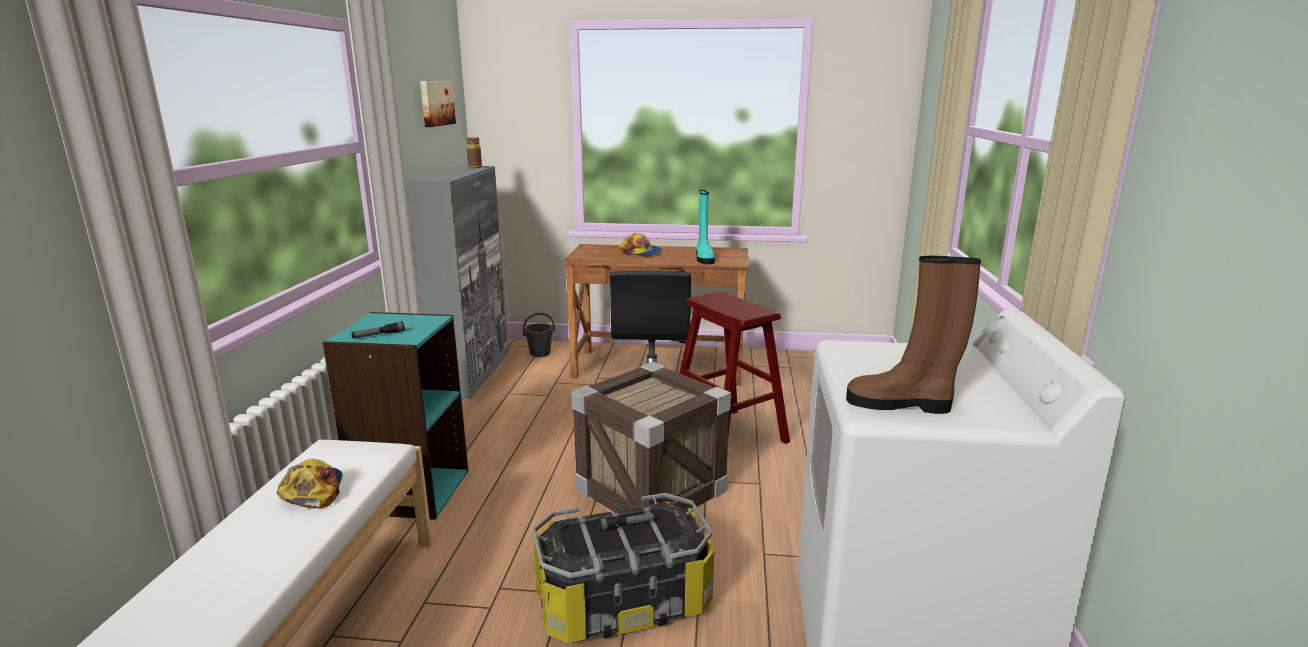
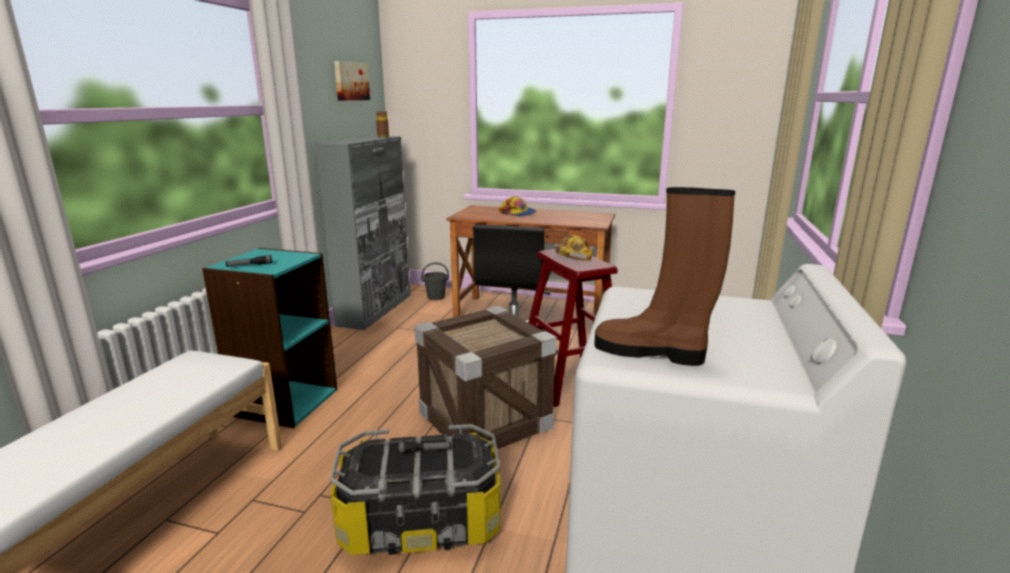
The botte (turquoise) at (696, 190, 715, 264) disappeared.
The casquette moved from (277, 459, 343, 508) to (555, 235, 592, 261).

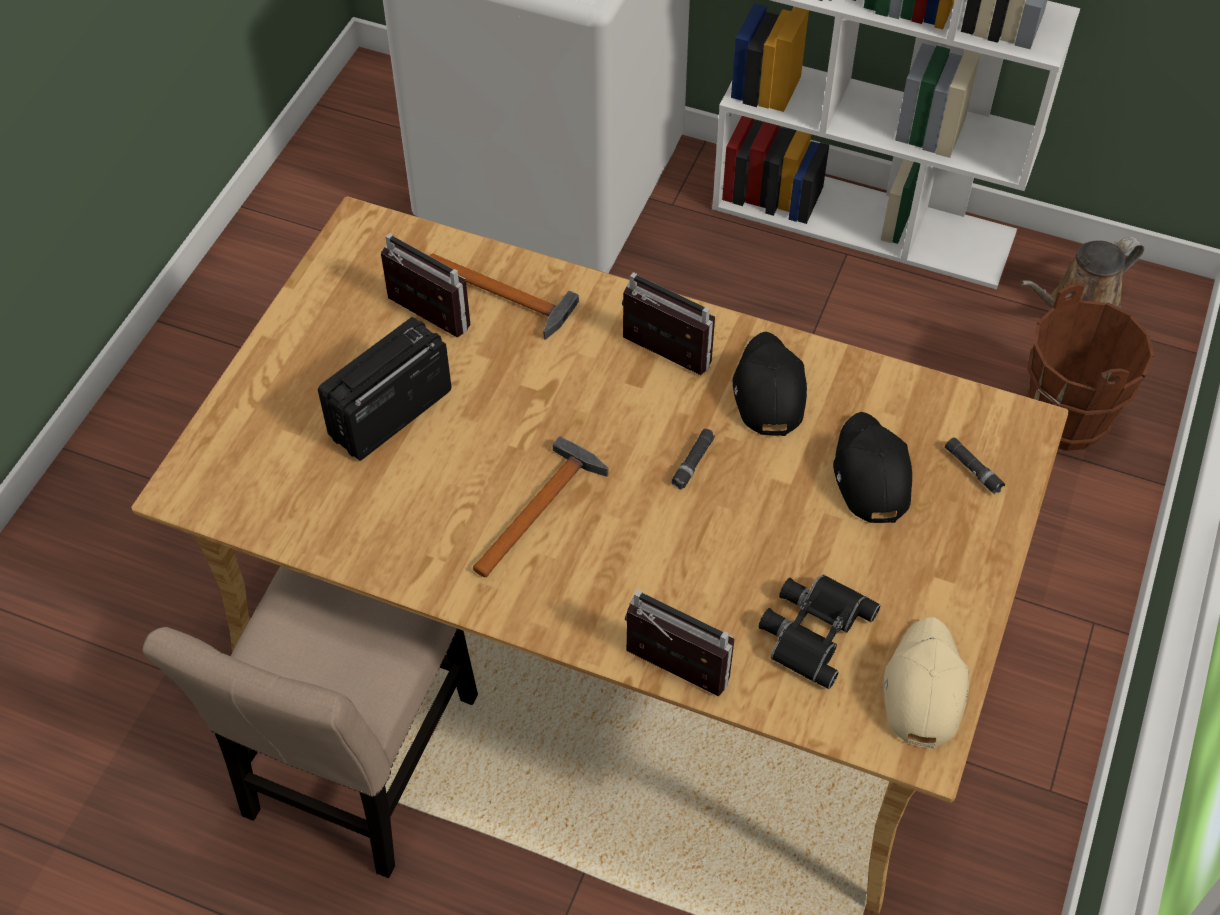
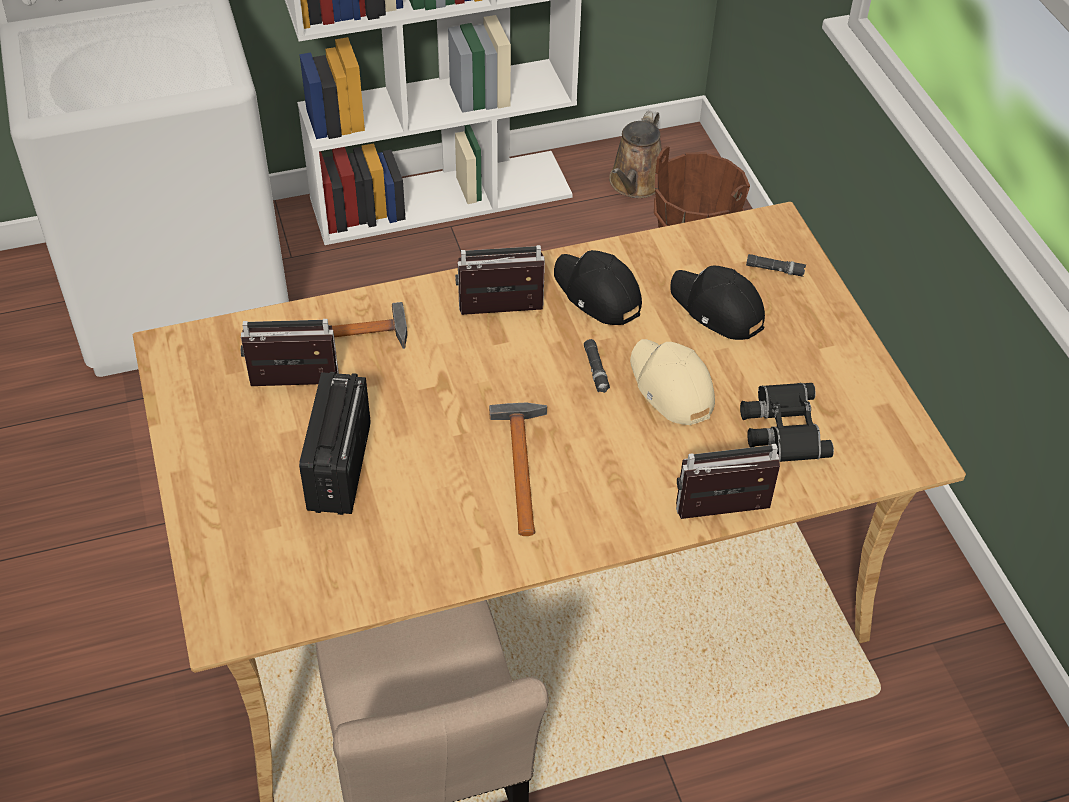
The casquette (beige) moved from (884, 617, 969, 749) to (630, 339, 715, 425).

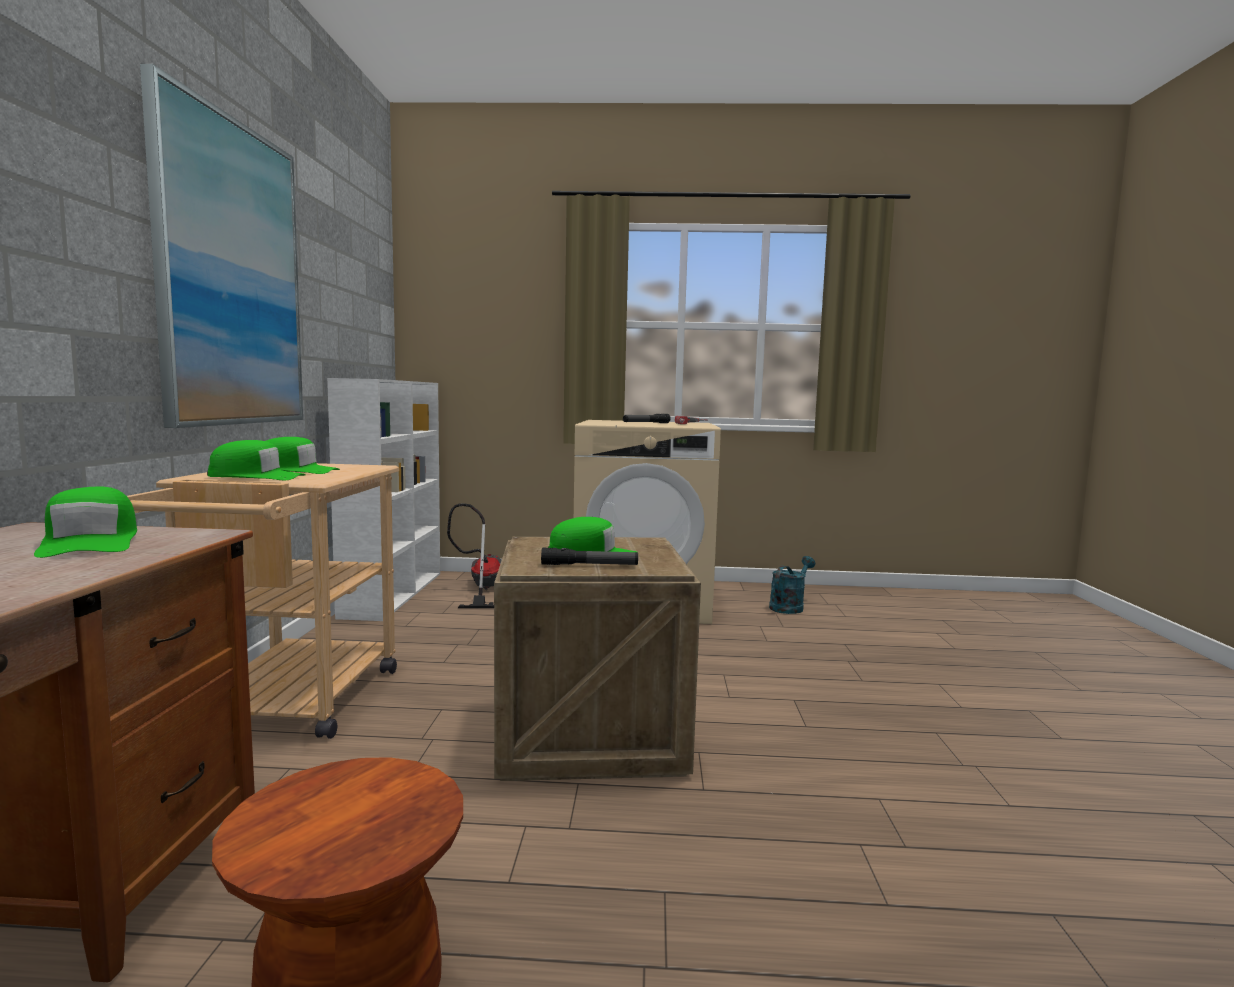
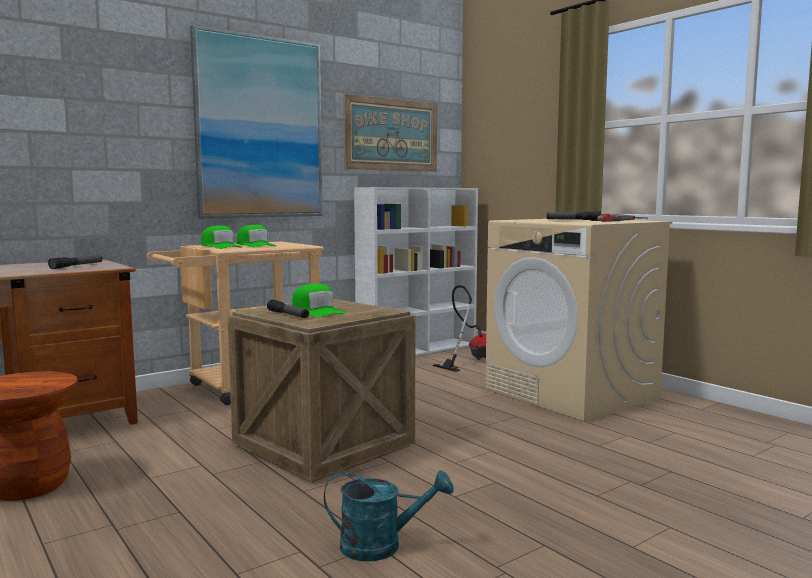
The tableau at (343, 94, 437, 172) appeared.
The arrosoir (turquoise) moved from (769, 556, 815, 614) to (324, 470, 454, 561).
The casquette (vert) at (34, 487, 137, 558) was replaced by the lampe de poche at (48, 255, 102, 269).

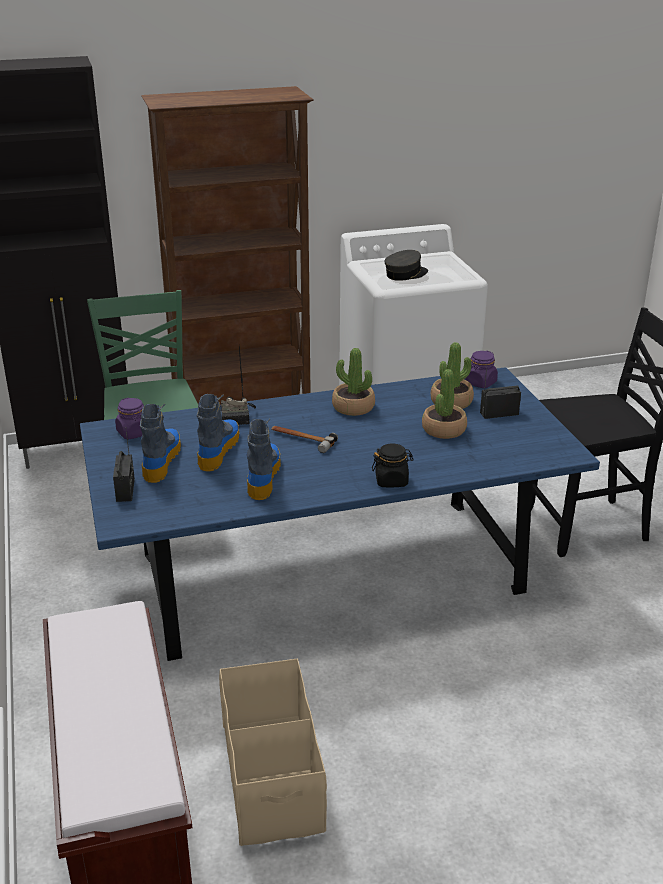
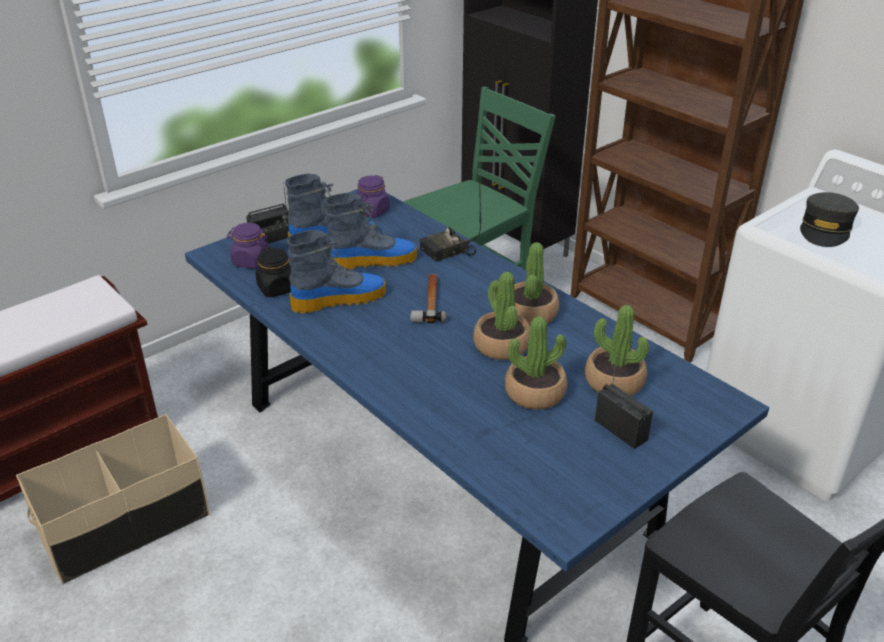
The plante en pot at (473, 272, 530, 360) appeared.
The bocal (noir) moved from (372, 444, 414, 487) to (256, 247, 291, 297).
The bocal (violet) moved from (465, 351, 498, 388) to (227, 223, 270, 269).
The casquette (gris) at (384, 250, 428, 281) turned 90 degrees clockwise.

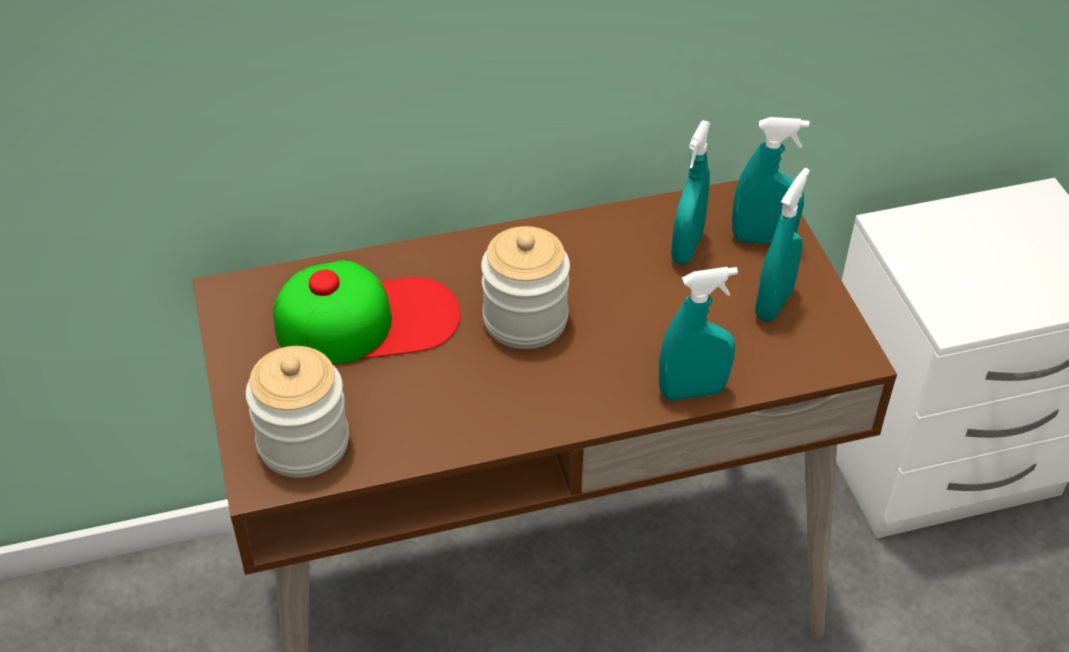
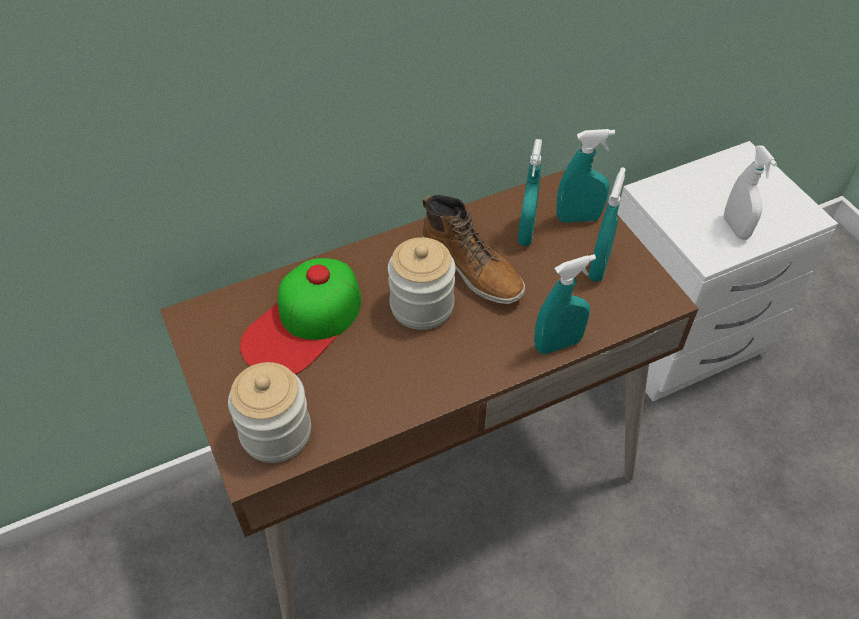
The botte at (422, 195, 525, 304) appeared.
The vaporisateur (blanc) at (724, 145, 777, 240) appeared.
The casquette at (273, 260, 460, 364) turned 150 degrees clockwise.

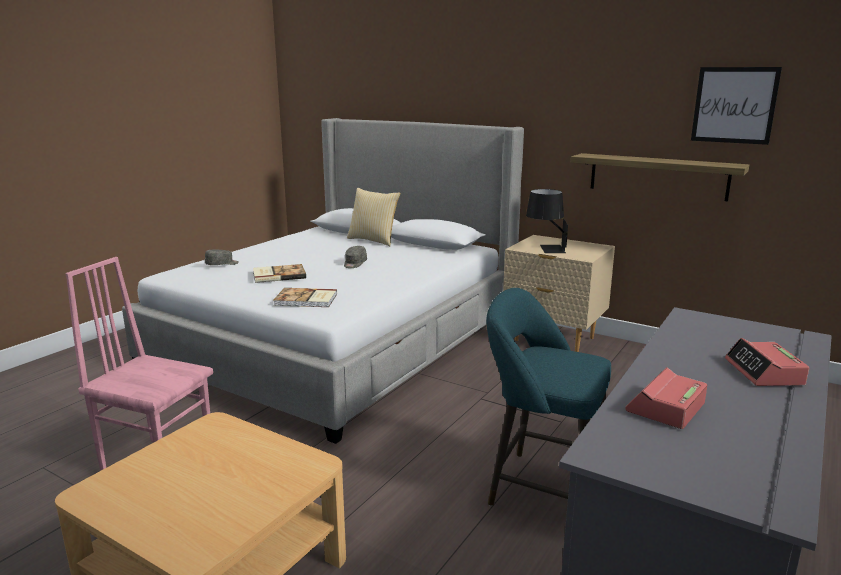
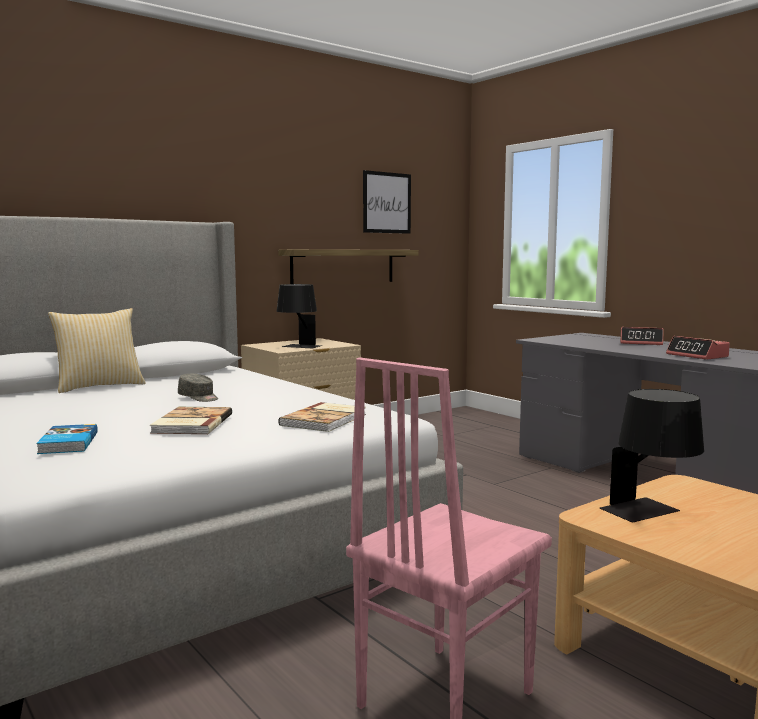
The tabouret (turquoise) at (486, 288, 611, 506) disappeared.
The lampe de table (noir) at (600, 389, 704, 522) appeared.
The casquette (gris) at (205, 250, 239, 265) was replaced by the livre at (36, 424, 98, 454).

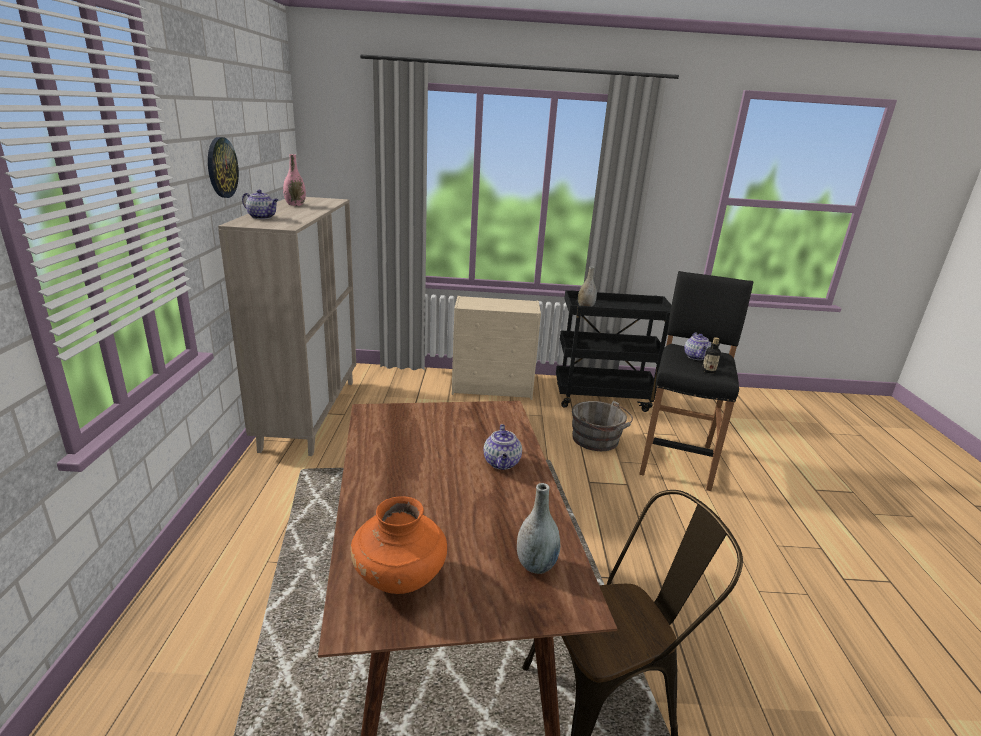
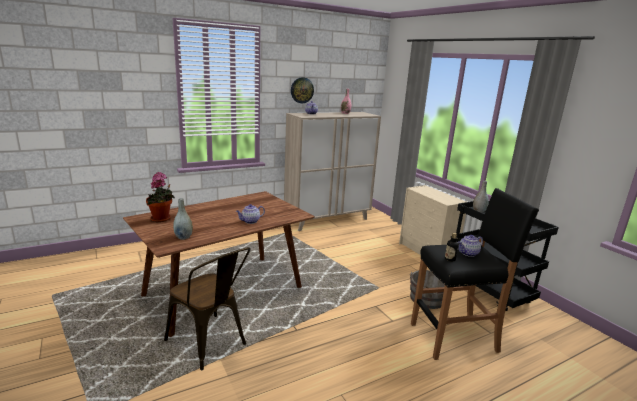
The vase (orange) at (351, 496, 447, 594) was replaced by the plante en pot at (146, 172, 175, 222).

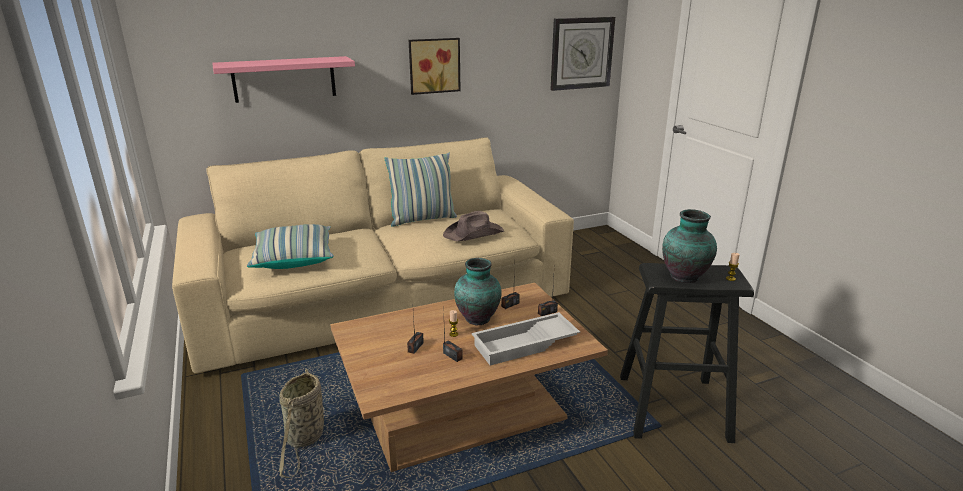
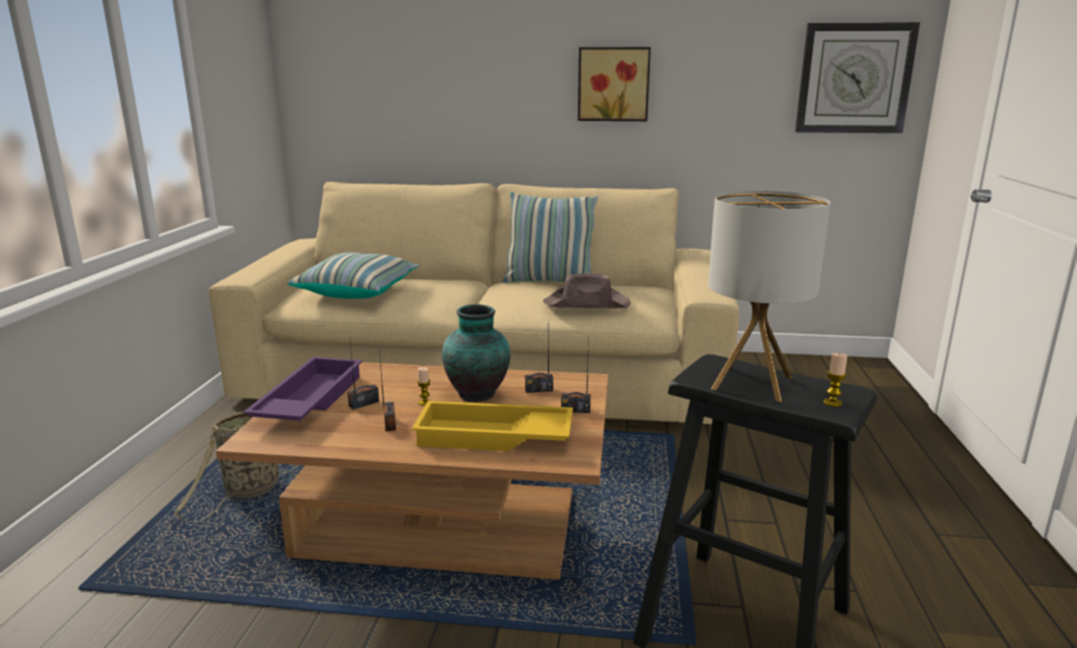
The étagère (rose) at (212, 56, 355, 103) disappeared.
The plateau (violet) at (244, 357, 362, 421) appeared.
The vase at (662, 209, 717, 283) was replaced by the lampe de table at (708, 191, 831, 402).
The plateau (blanc) at (472, 312, 580, 365) became the plateau (jaune) at (412, 401, 573, 451).

